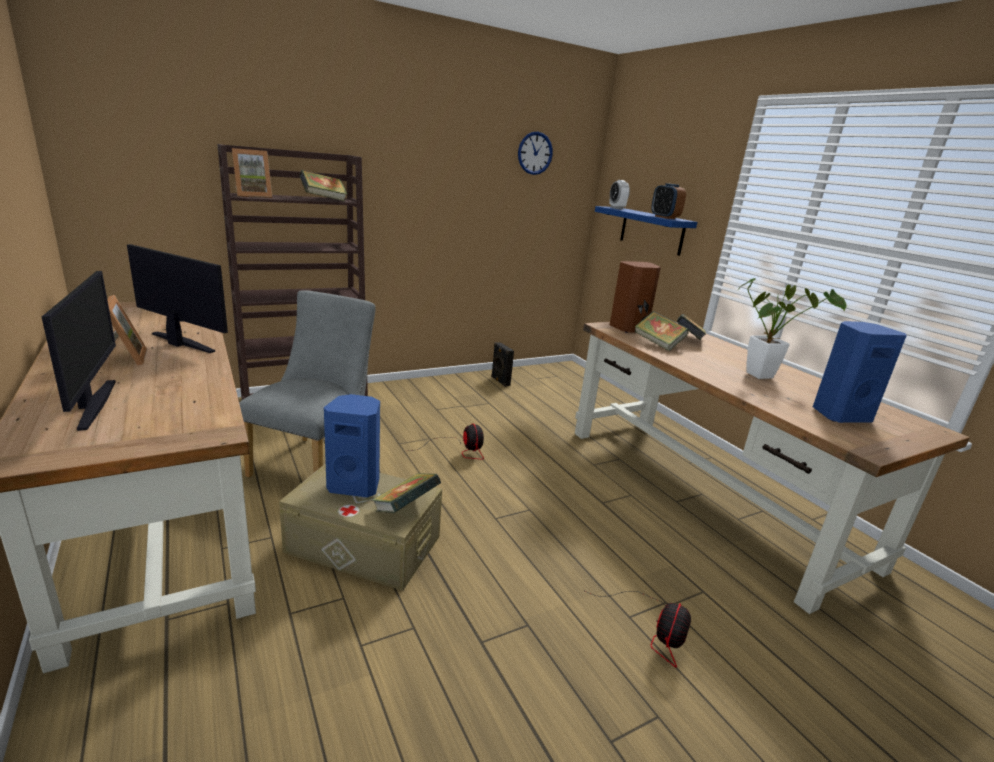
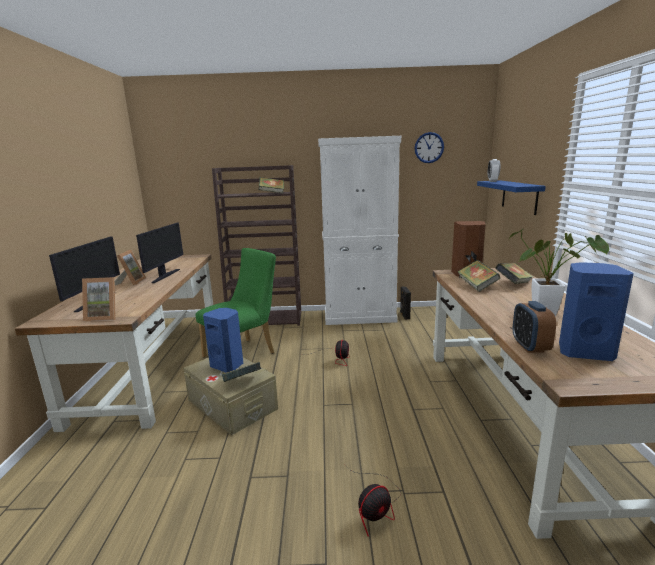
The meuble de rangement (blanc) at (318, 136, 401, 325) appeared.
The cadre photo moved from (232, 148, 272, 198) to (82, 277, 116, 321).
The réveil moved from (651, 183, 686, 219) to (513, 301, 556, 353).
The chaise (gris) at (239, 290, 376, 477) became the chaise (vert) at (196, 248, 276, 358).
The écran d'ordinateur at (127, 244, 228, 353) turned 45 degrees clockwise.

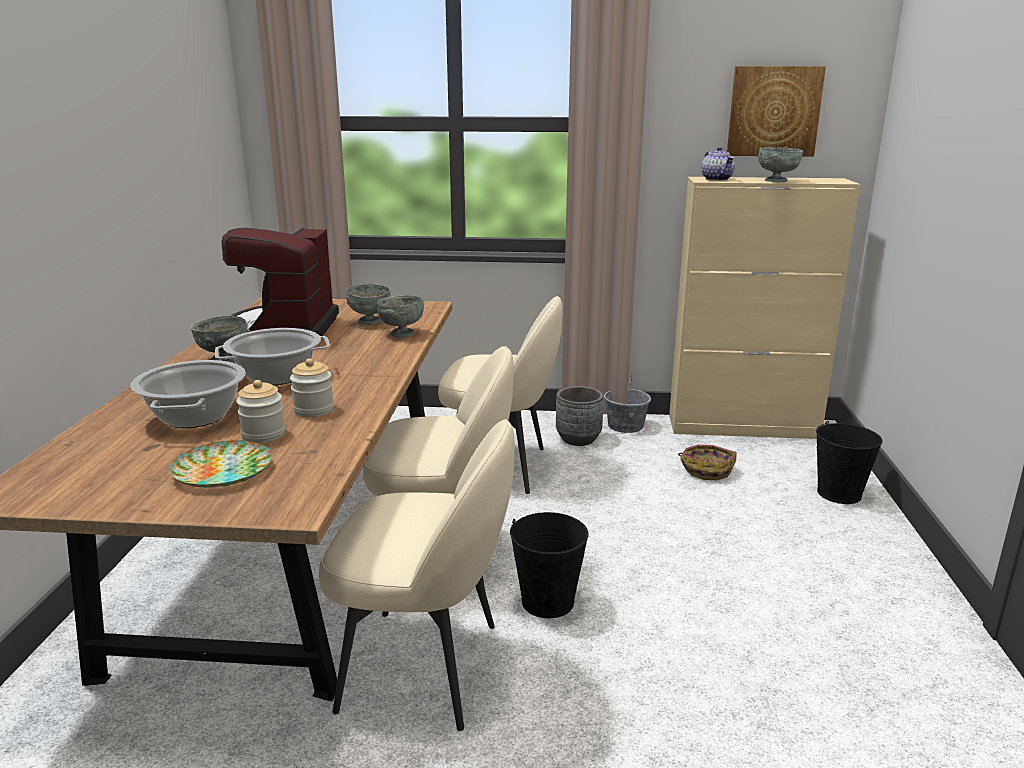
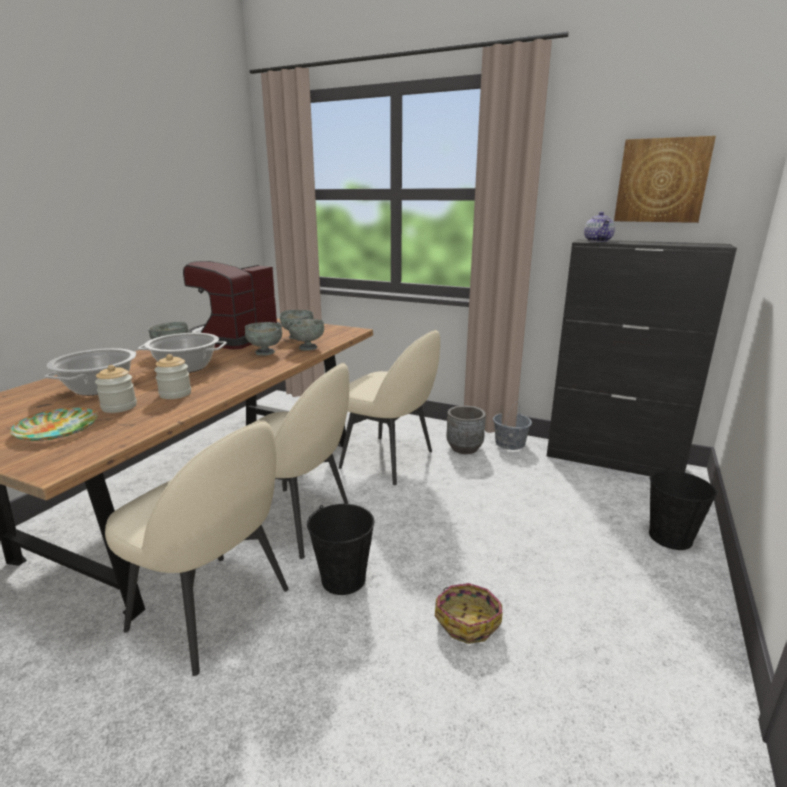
The panier moved from (678, 444, 737, 480) to (435, 583, 503, 644).
The bol (gris) moved from (758, 147, 803, 182) to (245, 322, 282, 355).
The meuble de rangement (beige) at (669, 177, 861, 439) became the meuble de rangement (noir) at (547, 239, 737, 476).

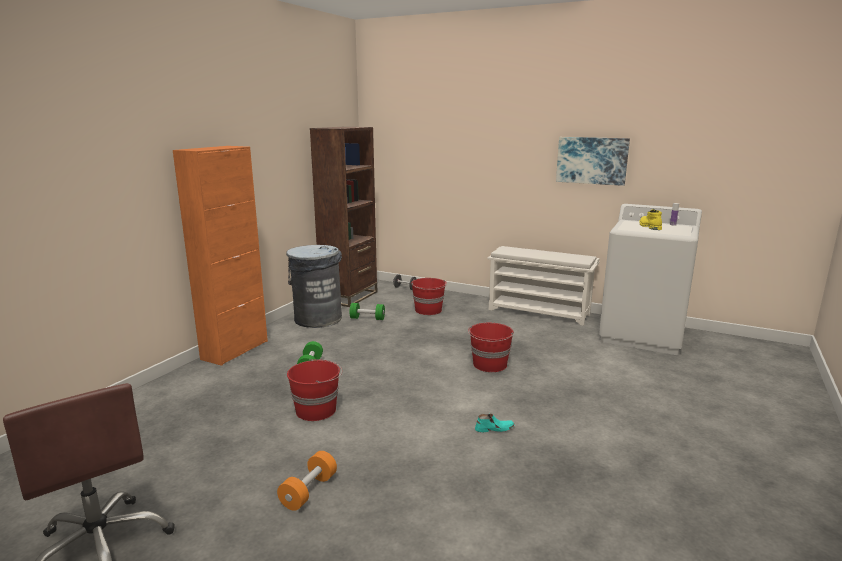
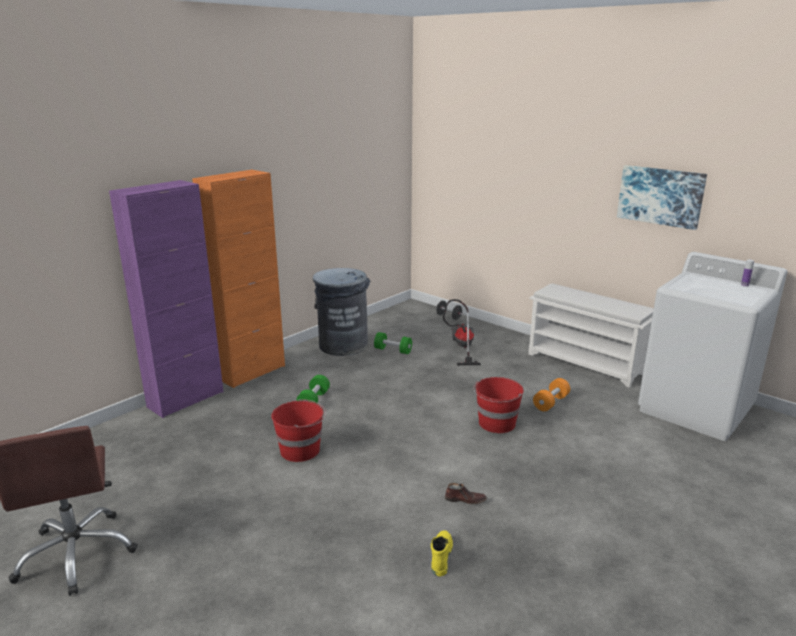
The bibliothèque (marron) at (310, 127, 377, 307) disappeared.
The meuble de rangement (violet) at (109, 180, 224, 418) appeared.
The haltère (orange) moved from (277, 451, 337, 511) to (533, 378, 570, 411).
The botte (jaune) moved from (639, 209, 662, 230) to (431, 530, 453, 576).
The seau (rouge) at (411, 278, 447, 315) was replaced by the aspirateur at (443, 299, 481, 365).
The chaussure (turquoise) at (475, 414, 515, 432) became the chaussure (marron) at (445, 483, 487, 504).

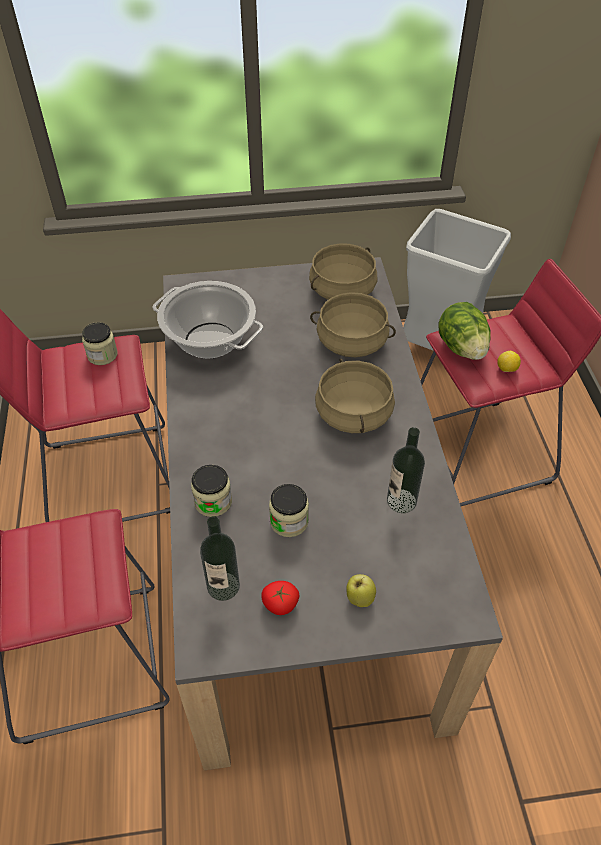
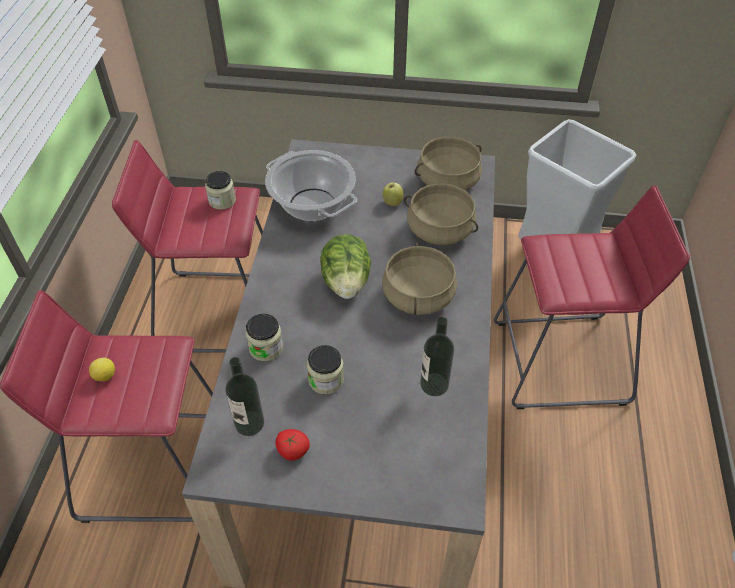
The pomme moved from (346, 574, 376, 607) to (383, 181, 403, 206).
The laitue moved from (439, 302, 491, 360) to (320, 234, 371, 299).
The citron moved from (497, 351, 521, 372) to (89, 358, 115, 381).

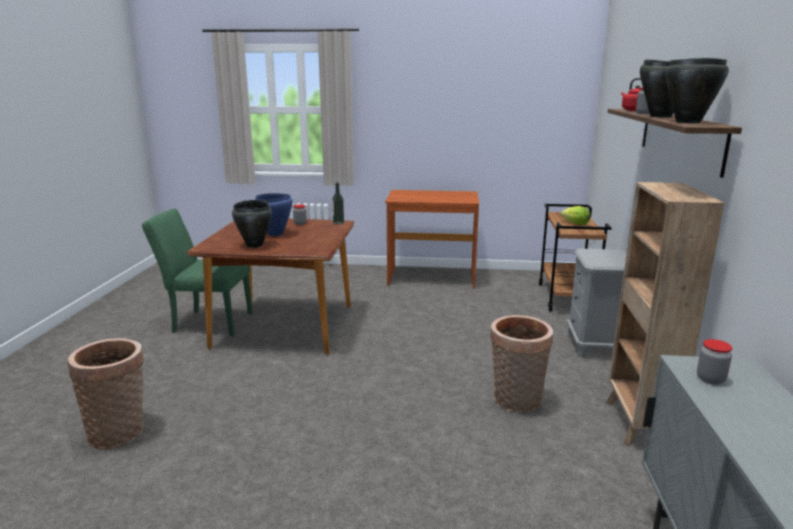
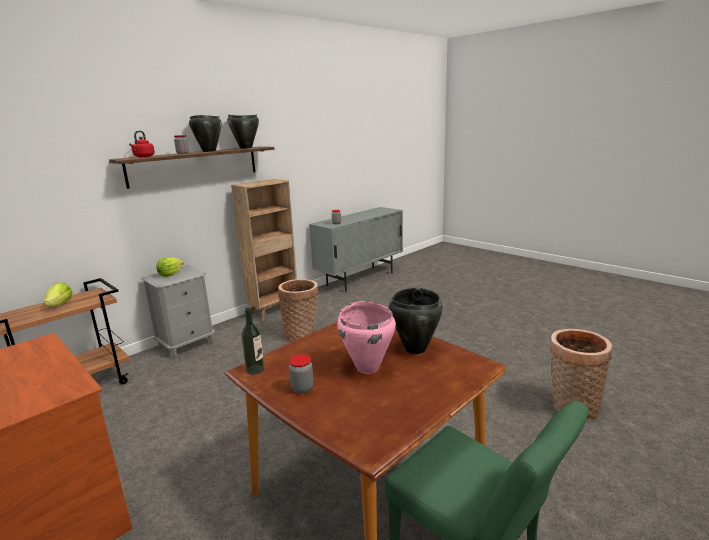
The laitue at (156, 257, 184, 277) appeared.
The marmite (bleu) at (255, 193, 293, 236) became the marmite (rose) at (337, 301, 396, 374).

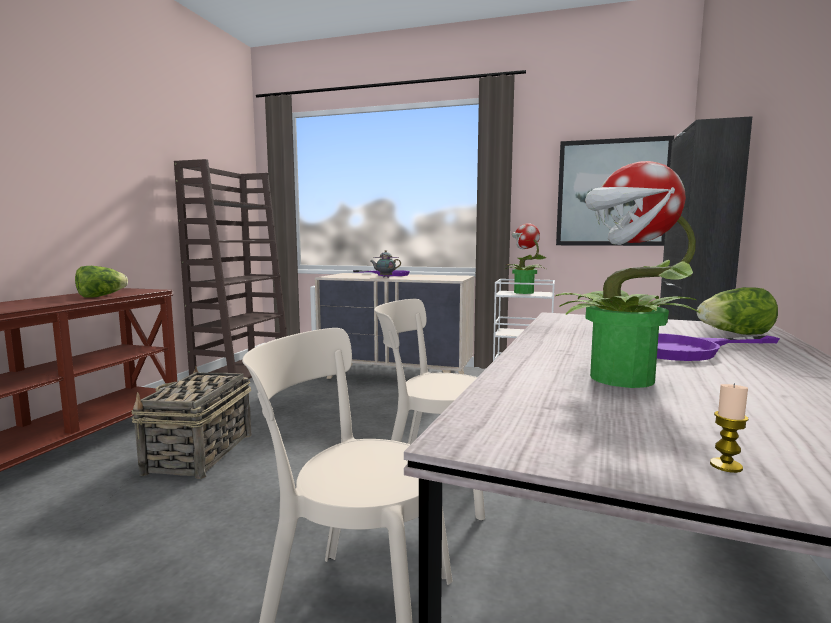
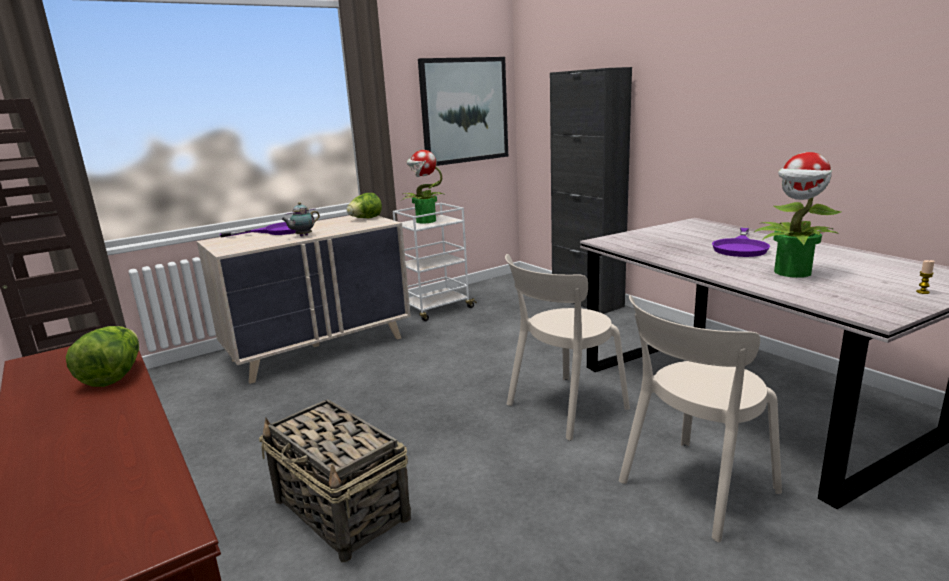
The laitue moved from (697, 287, 778, 335) to (347, 193, 382, 218).

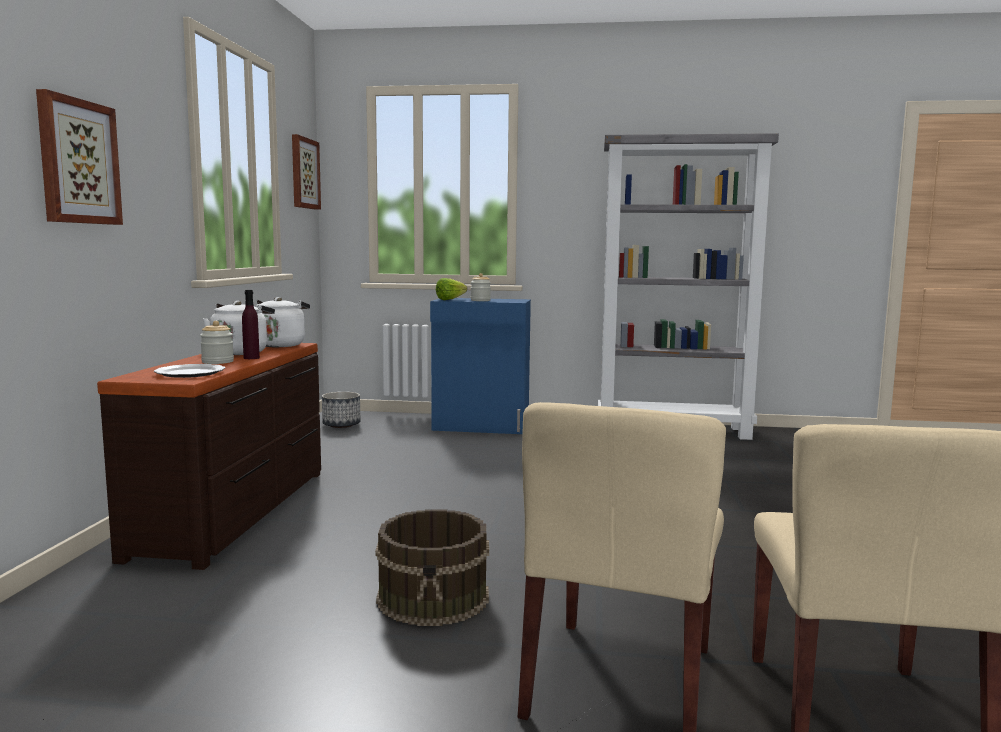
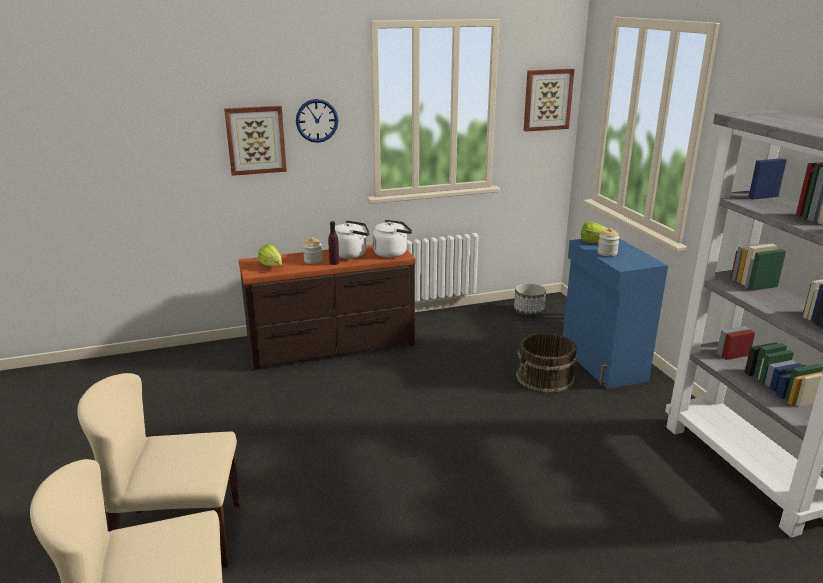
The horloge murale at (296, 99, 338, 143) appeared.
The seau (marron) moved from (375, 509, 489, 626) to (516, 333, 577, 393).
The assiette at (154, 364, 225, 378) was replaced by the laitue at (258, 244, 282, 266).

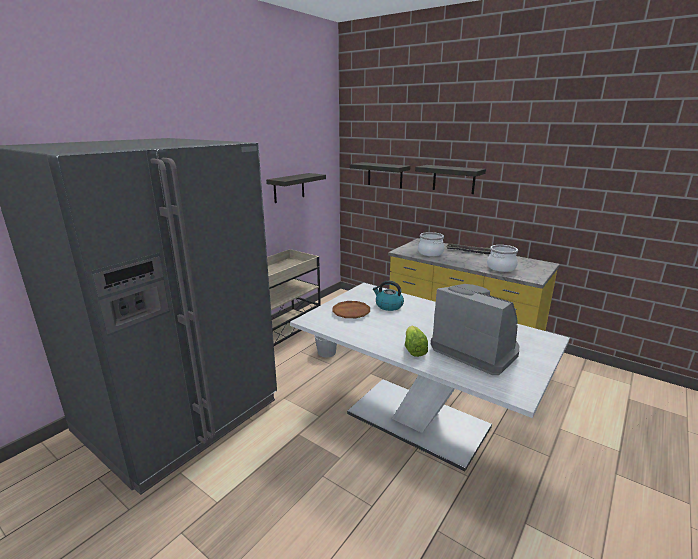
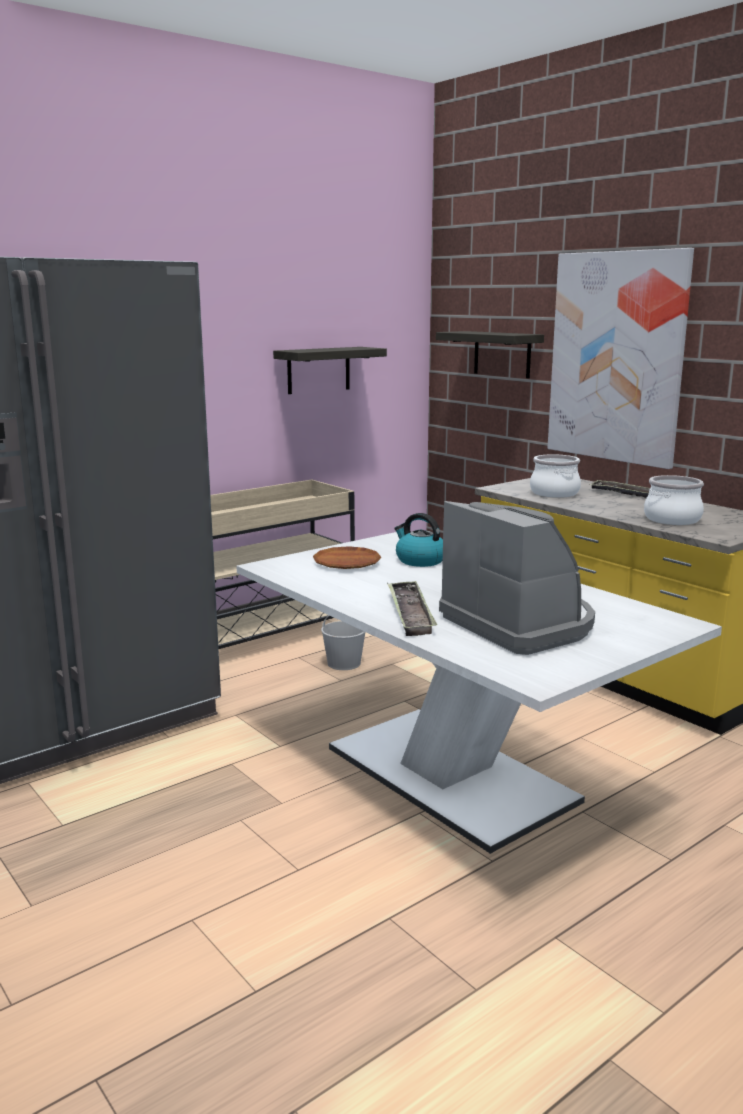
The laitue at (405, 326, 428, 357) was replaced by the plateau at (387, 581, 437, 636).
The étagère at (415, 165, 486, 194) was replaced by the tableau at (547, 248, 694, 469).

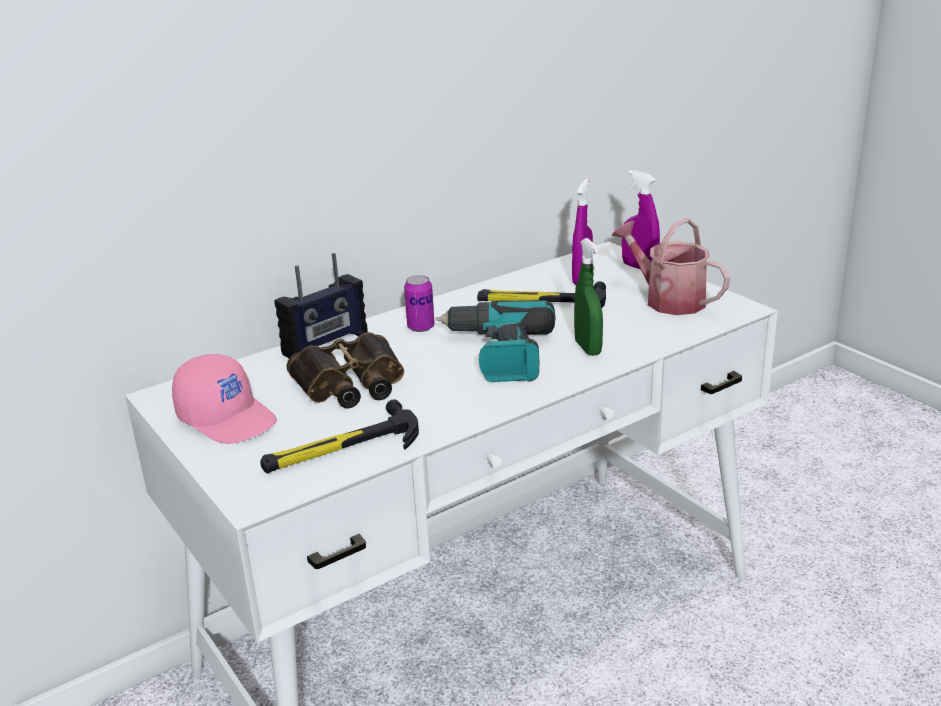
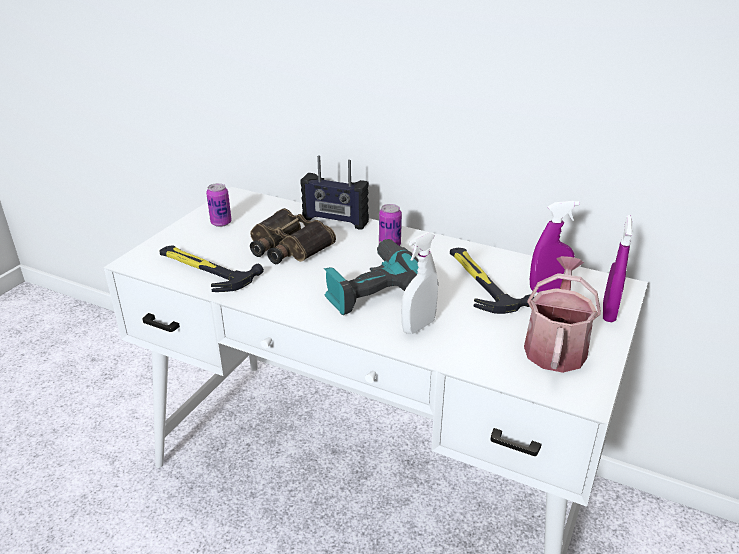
The casquette (rose) at (172, 354, 277, 444) was replaced by the boîte métallique at (206, 183, 232, 227).
The vaporisateur (vert) at (574, 238, 603, 356) became the vaporisateur (blanc) at (401, 232, 438, 334).

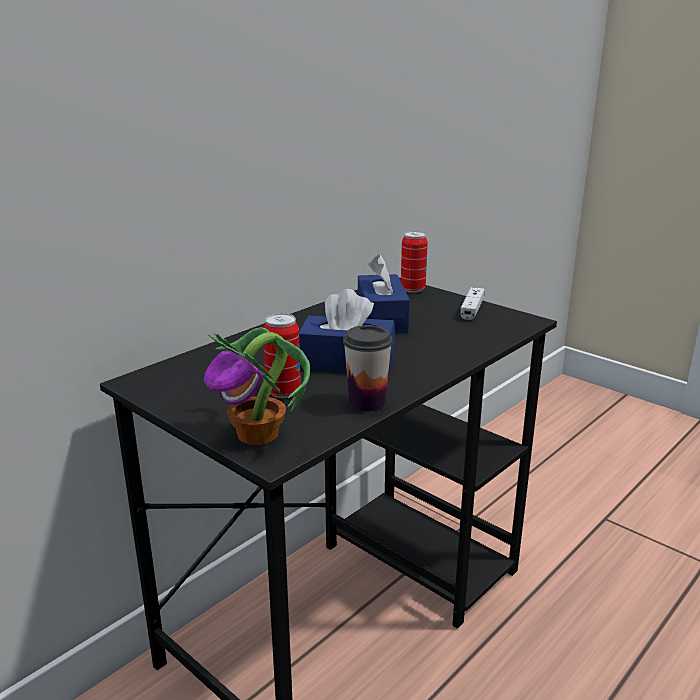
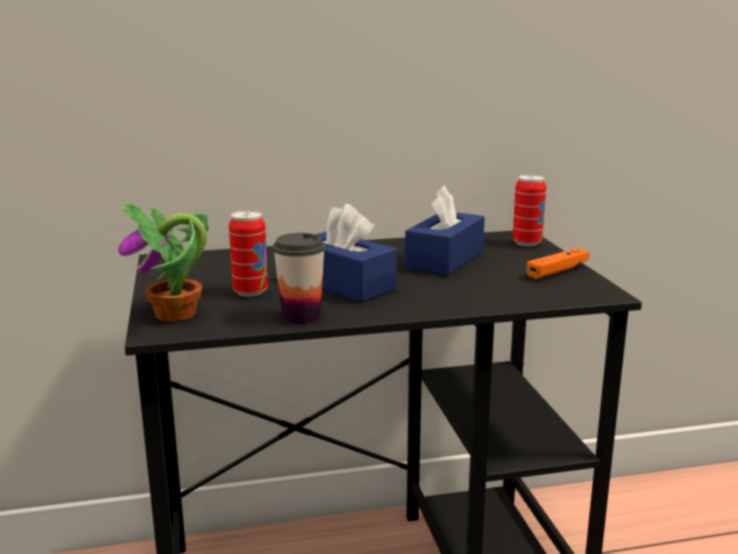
The manette (blanc) at (460, 287, 485, 320) became the manette (orange) at (527, 248, 589, 279).

